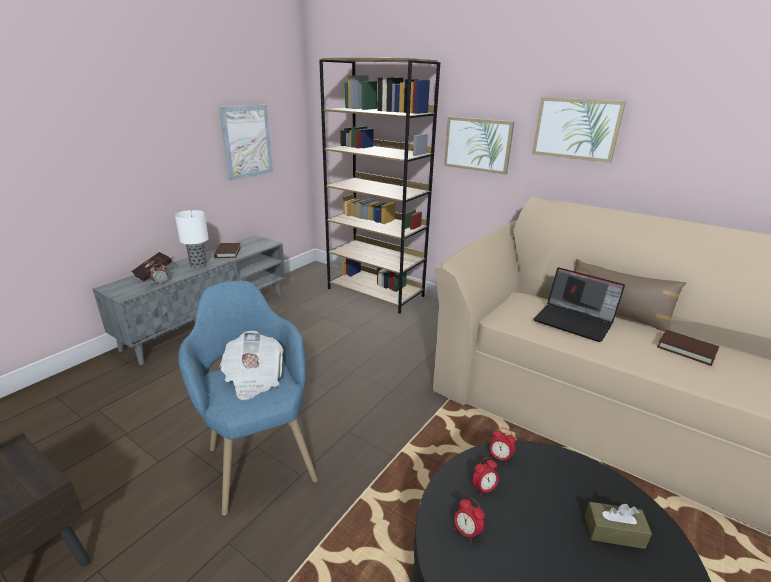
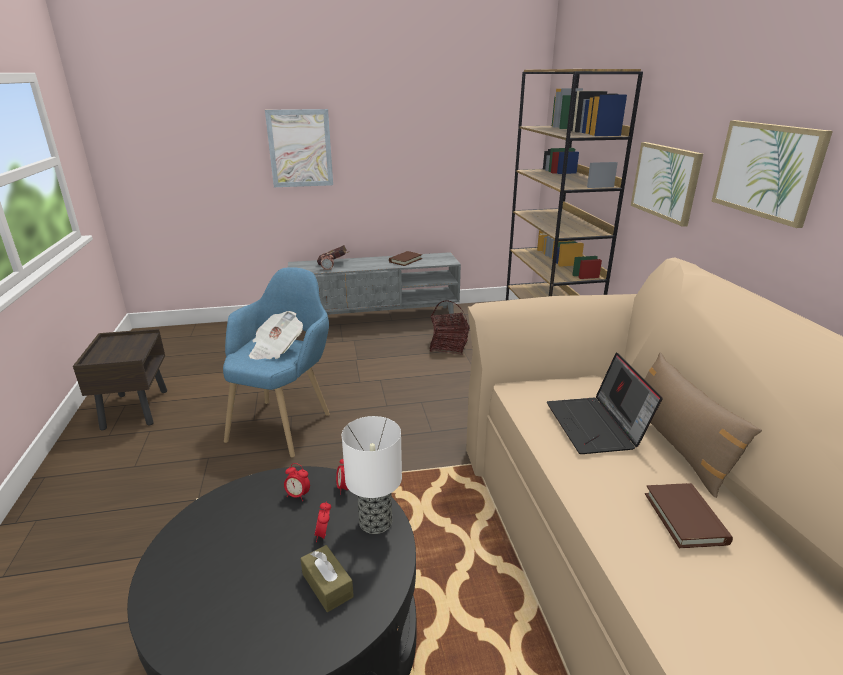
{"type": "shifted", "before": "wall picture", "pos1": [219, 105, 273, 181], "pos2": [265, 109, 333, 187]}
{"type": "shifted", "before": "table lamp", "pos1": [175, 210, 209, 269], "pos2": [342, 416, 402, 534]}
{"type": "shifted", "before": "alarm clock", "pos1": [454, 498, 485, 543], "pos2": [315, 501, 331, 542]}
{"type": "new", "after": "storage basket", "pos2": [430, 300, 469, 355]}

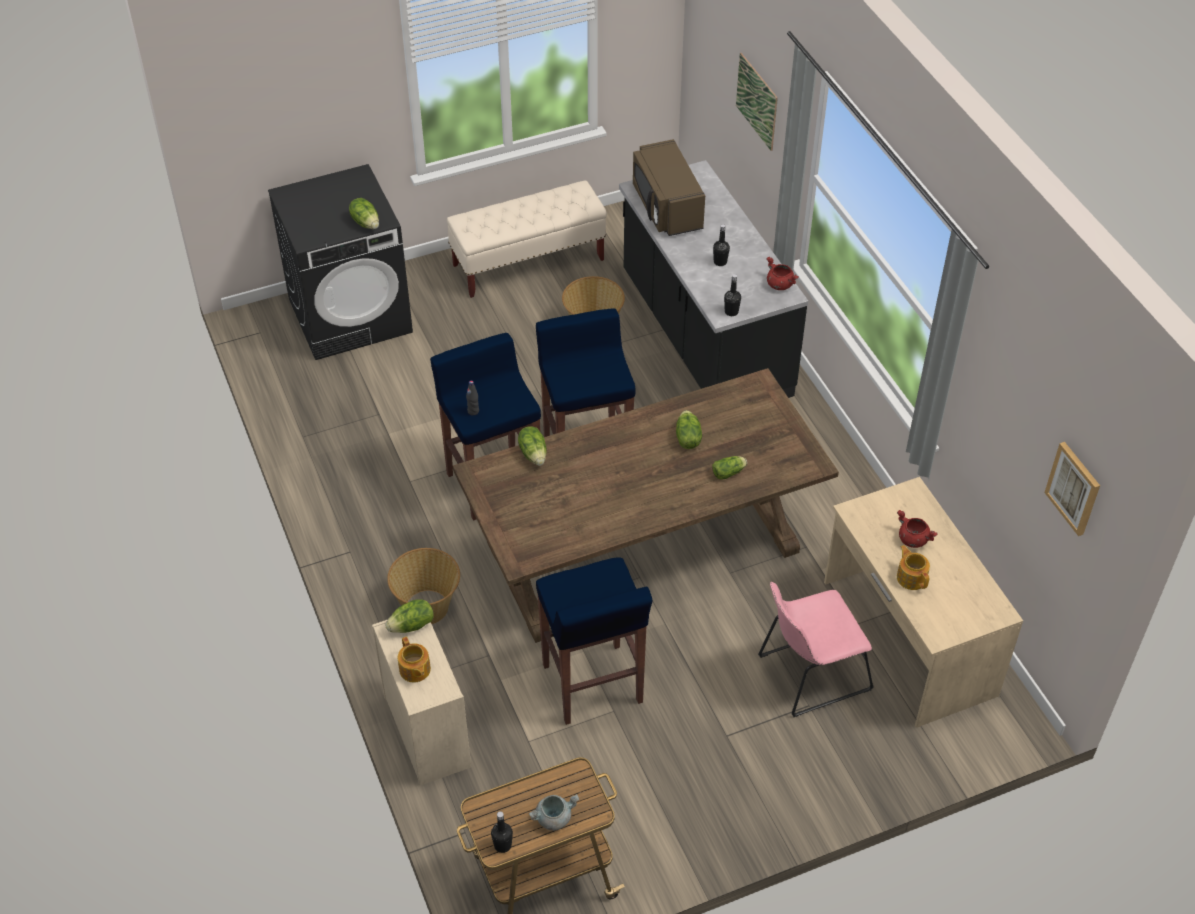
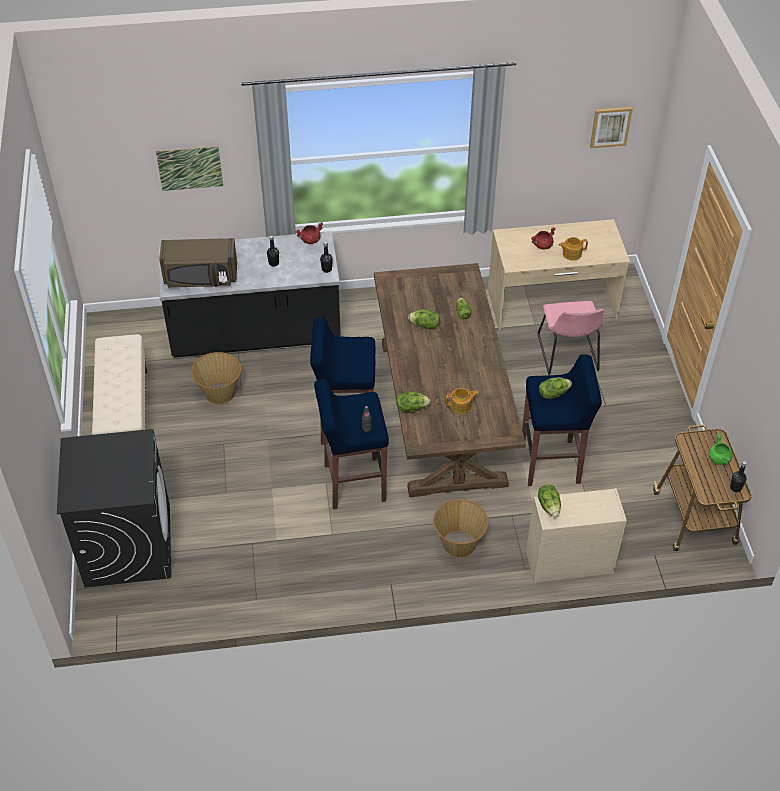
{"type": "shifted", "before": "head of lettuce", "pos1": [349, 198, 379, 229], "pos2": [539, 377, 572, 399]}
{"type": "shifted", "before": "teapot", "pos1": [398, 636, 431, 682], "pos2": [445, 388, 479, 414]}
{"type": "repainted", "before": "greyish cooking pot", "after": "green-coloured cooking pot", "pos1": [529, 794, 579, 831], "pos2": [708, 434, 732, 465]}

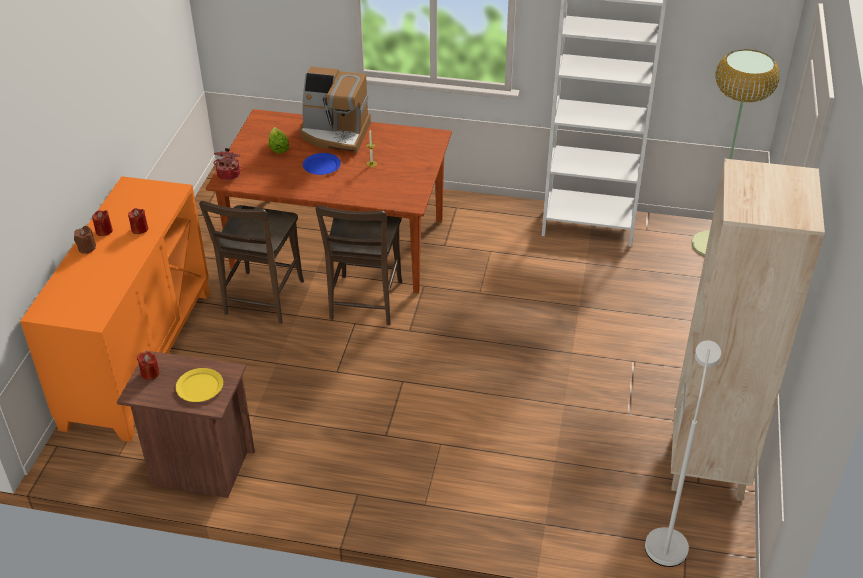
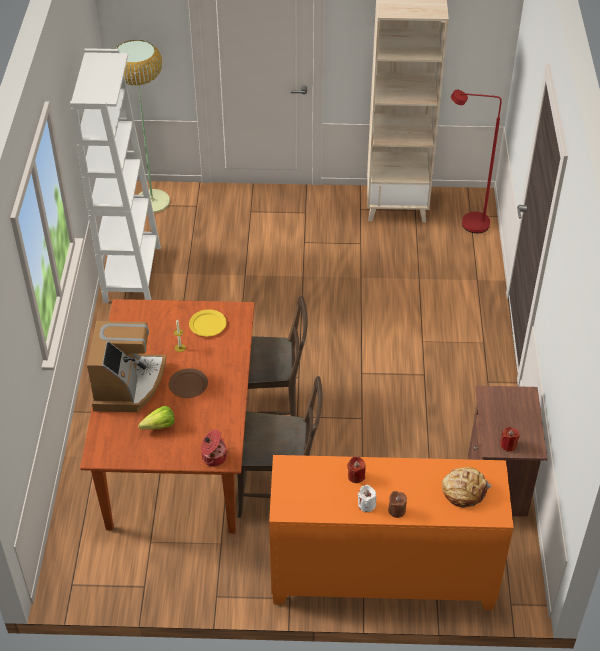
{"type": "repainted", "before": "bluish dinner plate", "after": "brown-coloured dinner plate", "pos1": [303, 153, 341, 175], "pos2": [169, 368, 208, 398]}
{"type": "repainted", "before": "reddish candle", "after": "white-coloured candle", "pos1": [92, 210, 113, 236], "pos2": [358, 485, 377, 512]}
{"type": "repainted", "before": "white-coloured standing lamp", "after": "reddish standing lamp", "pos1": [645, 340, 721, 567], "pos2": [451, 90, 502, 233]}
{"type": "shifted", "before": "yellow-coloured dinner plate", "pos1": [176, 368, 223, 402], "pos2": [189, 309, 227, 337]}
{"type": "new", "after": "baked bread", "pos2": [442, 467, 492, 508]}

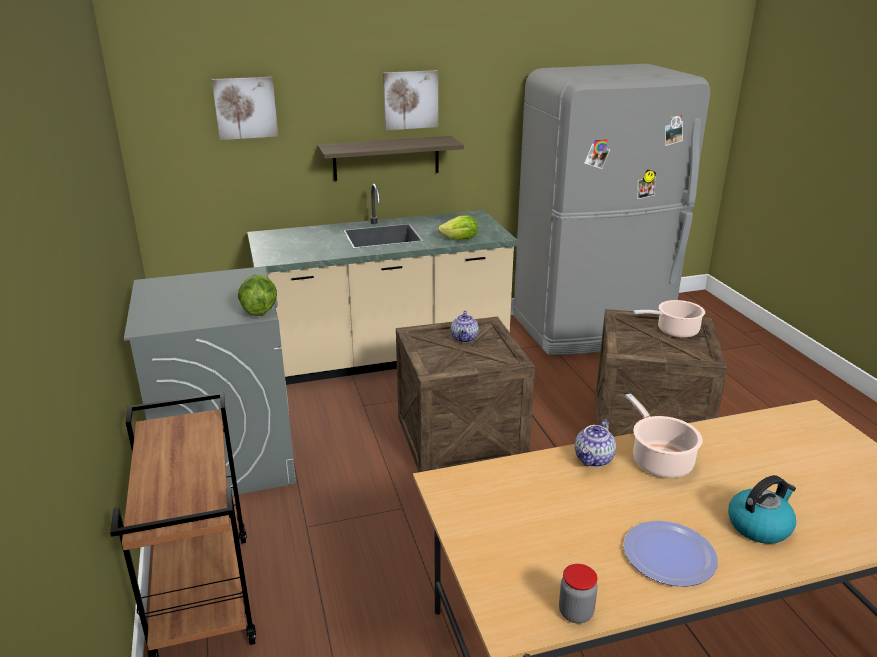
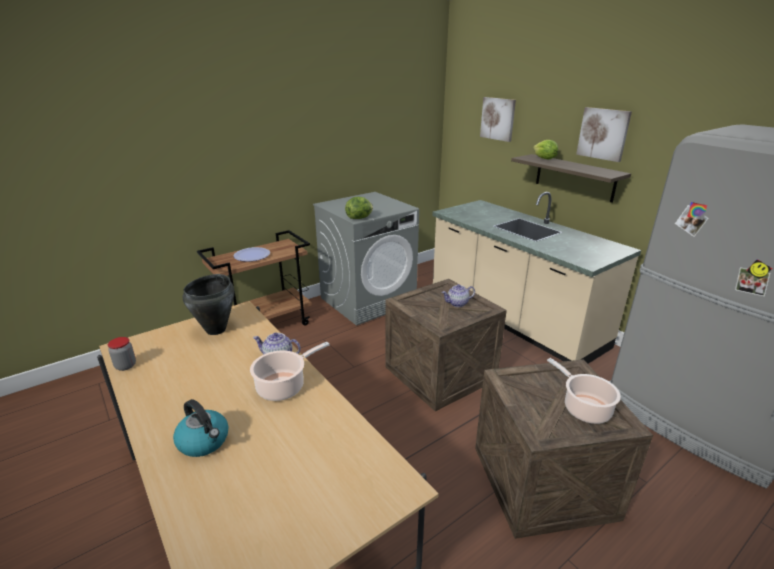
{"type": "shifted", "before": "head of lettuce", "pos1": [438, 215, 478, 240], "pos2": [533, 140, 558, 159]}
{"type": "shifted", "before": "dinner plate", "pos1": [623, 521, 718, 587], "pos2": [234, 247, 270, 262]}
{"type": "new", "after": "black cooking pot", "pos2": [183, 274, 235, 335]}

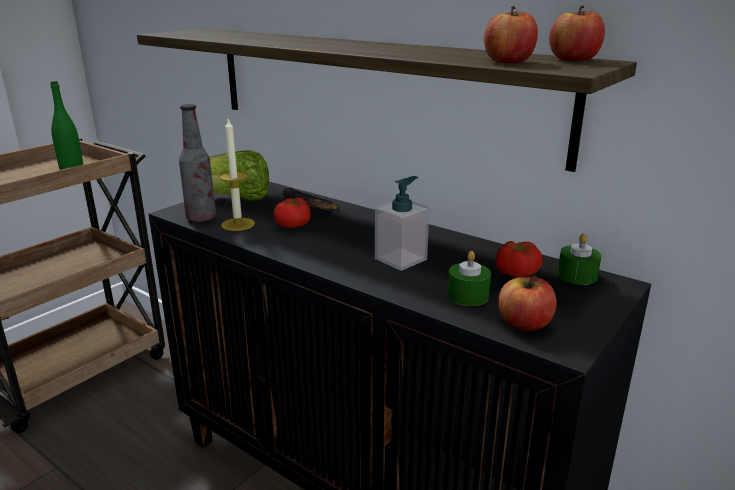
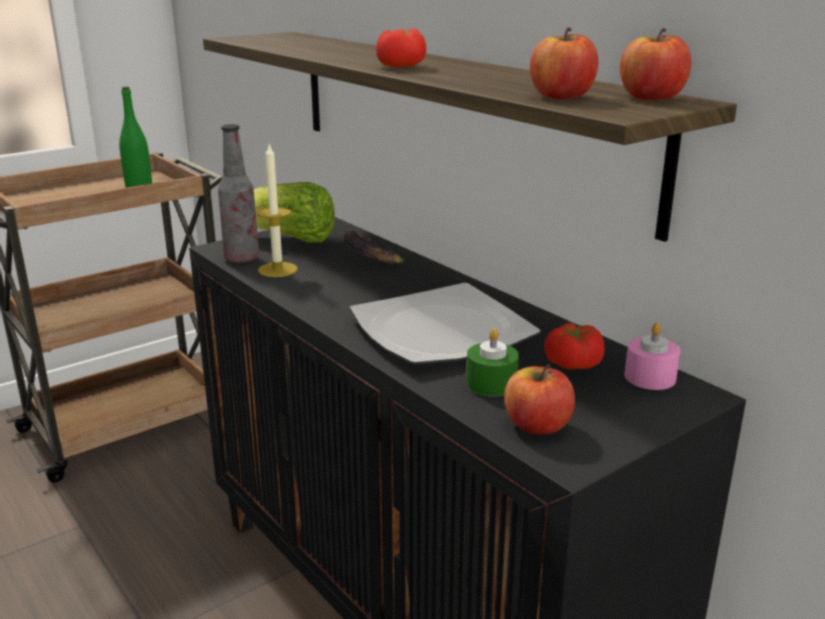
{"type": "swapped", "before": "soap dispenser", "after": "dinner plate", "pos1": [375, 176, 429, 271], "pos2": [350, 283, 541, 365]}
{"type": "shifted", "before": "tomato", "pos1": [274, 197, 310, 229], "pos2": [376, 28, 426, 68]}
{"type": "repainted", "before": "green-coloured candle", "after": "pink candle", "pos1": [557, 233, 601, 285], "pos2": [624, 322, 680, 390]}

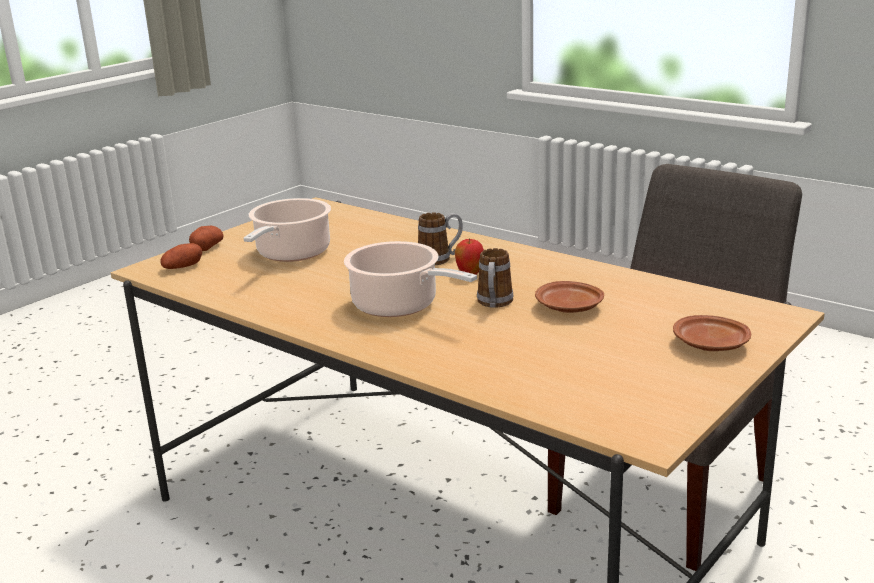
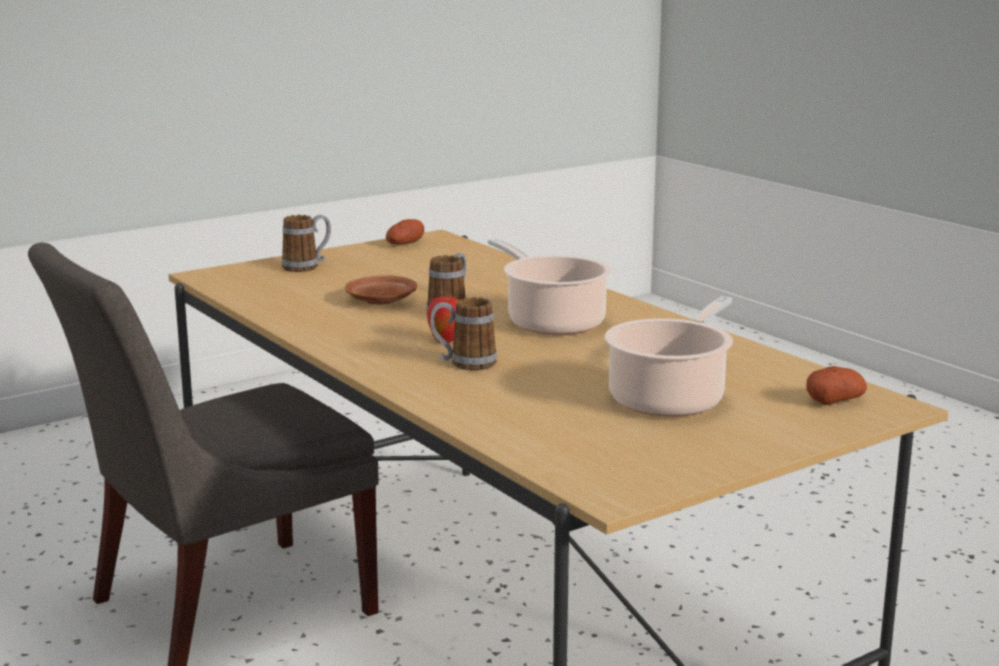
{"type": "shifted", "before": "potato", "pos1": [189, 226, 224, 251], "pos2": [386, 219, 424, 245]}
{"type": "swapped", "before": "brown-coloured dinner plate", "after": "mug", "pos1": [673, 315, 751, 351], "pos2": [282, 215, 331, 272]}

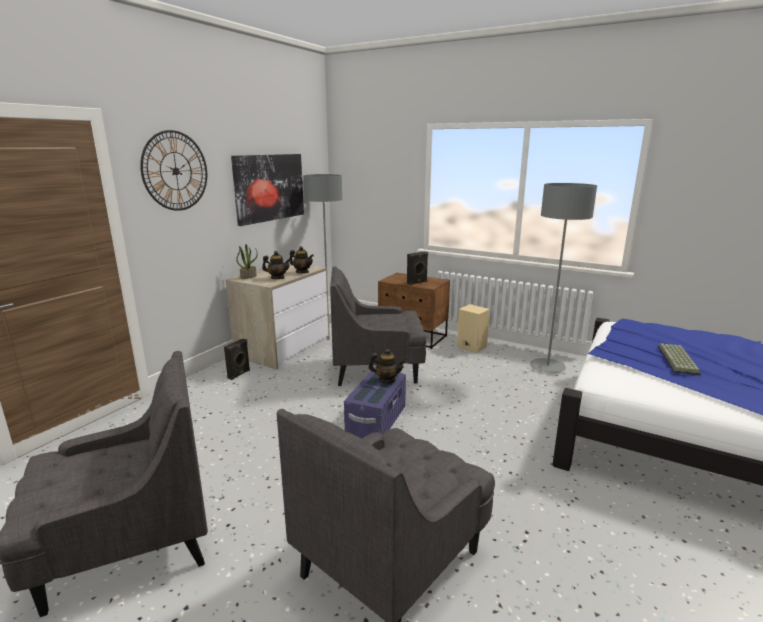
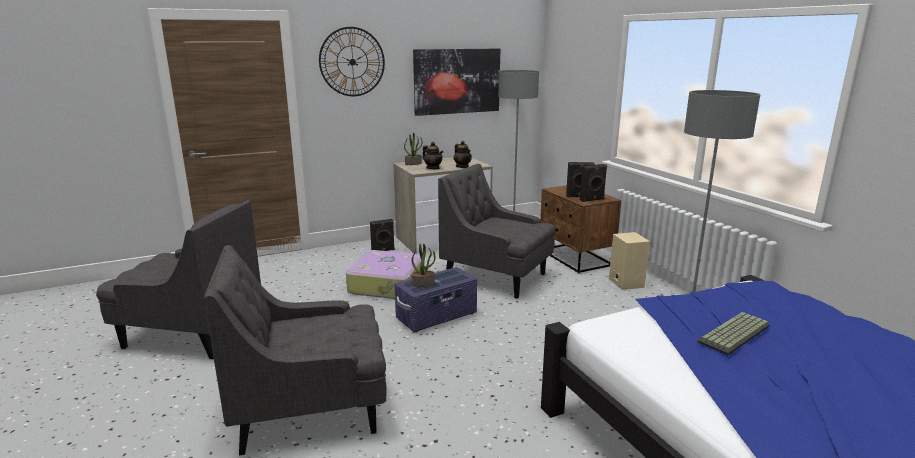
{"type": "gone", "before": "teapot", "pos1": [368, 349, 406, 384]}
{"type": "new", "after": "black loudspeaker", "pos2": [580, 164, 607, 202]}
{"type": "new", "after": "potted plant", "pos2": [412, 243, 436, 287]}
{"type": "new", "after": "piece of luggage", "pos2": [346, 250, 425, 299]}

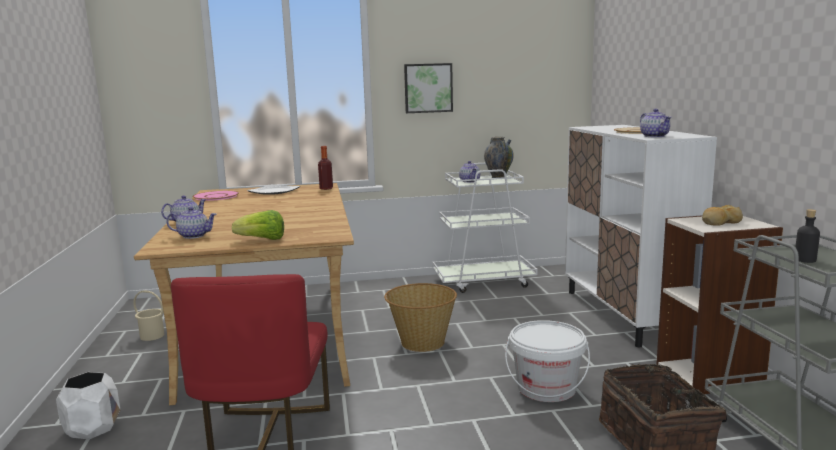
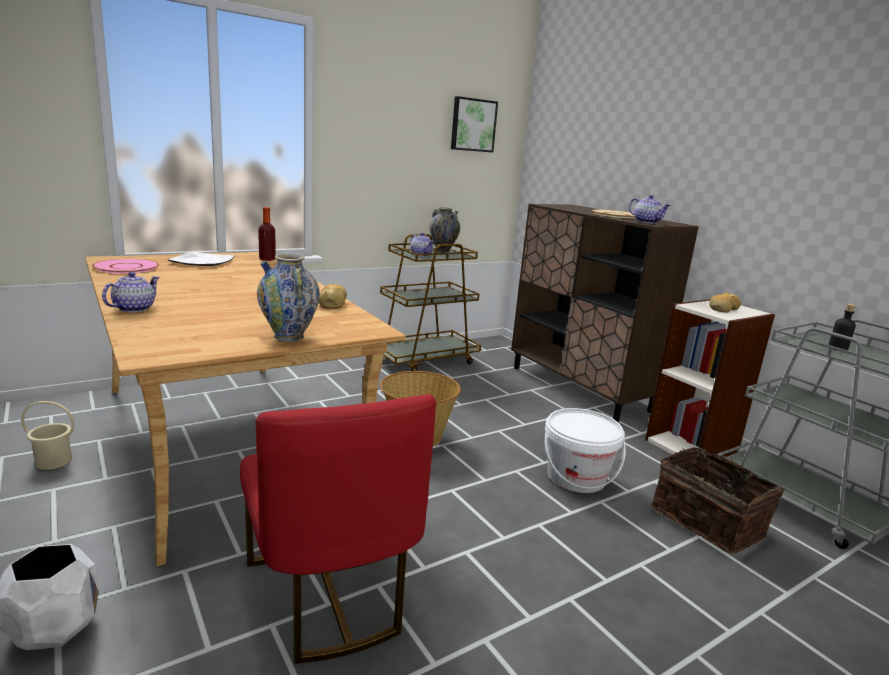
{"type": "shifted", "before": "wall picture", "pos1": [404, 63, 453, 113], "pos2": [451, 96, 498, 153]}
{"type": "repainted", "before": "white-coloured cabinet", "after": "brown-coloured cabinet", "pos1": [565, 125, 717, 347], "pos2": [511, 204, 699, 422]}
{"type": "repainted", "before": "white-coloured wheeled cart", "after": "brown-coloured wheeled cart", "pos1": [433, 163, 537, 293], "pos2": [380, 234, 481, 371]}
{"type": "gone", "before": "teapot", "pos1": [166, 207, 217, 239]}
{"type": "swapped", "before": "head of lettuce", "after": "decorative vase", "pos1": [232, 210, 284, 240], "pos2": [257, 254, 320, 342]}
{"type": "new", "after": "baked bread", "pos2": [319, 284, 347, 309]}

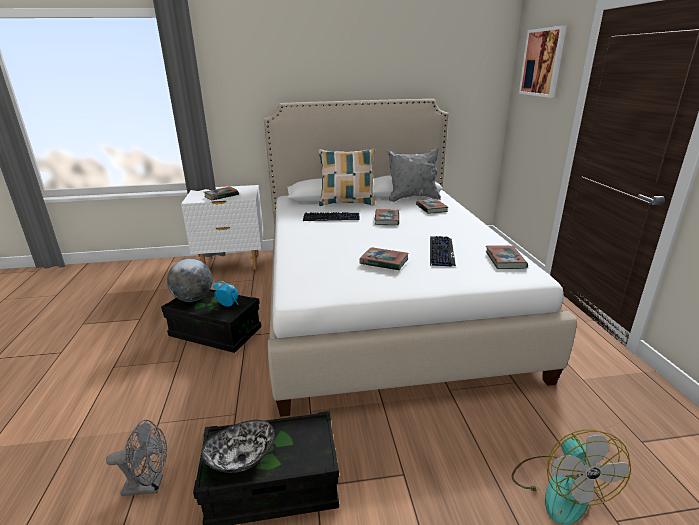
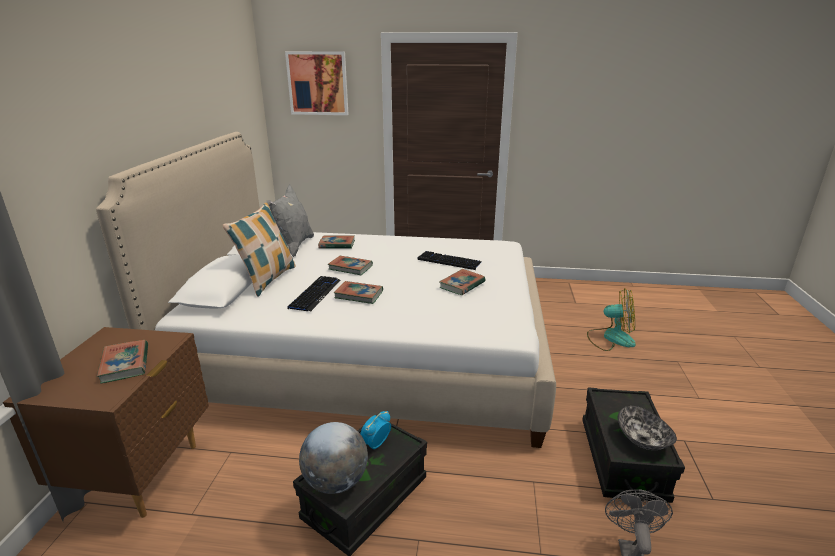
{"type": "repainted", "before": "white-coloured nightstand", "after": "brown-coloured nightstand", "pos1": [181, 185, 263, 270], "pos2": [3, 327, 209, 518]}
{"type": "shifted", "before": "volume", "pos1": [486, 245, 528, 269], "pos2": [334, 281, 383, 304]}

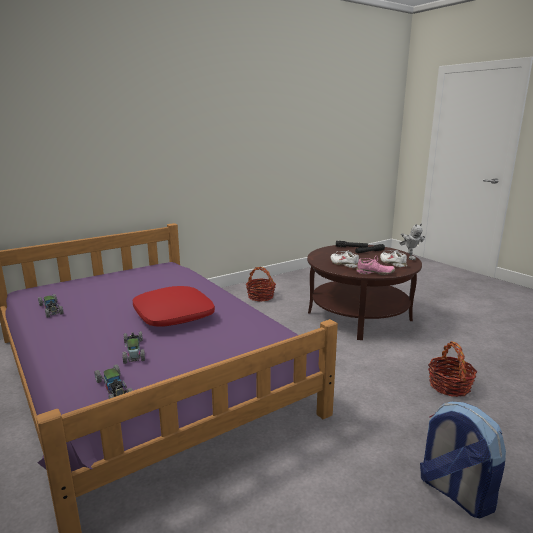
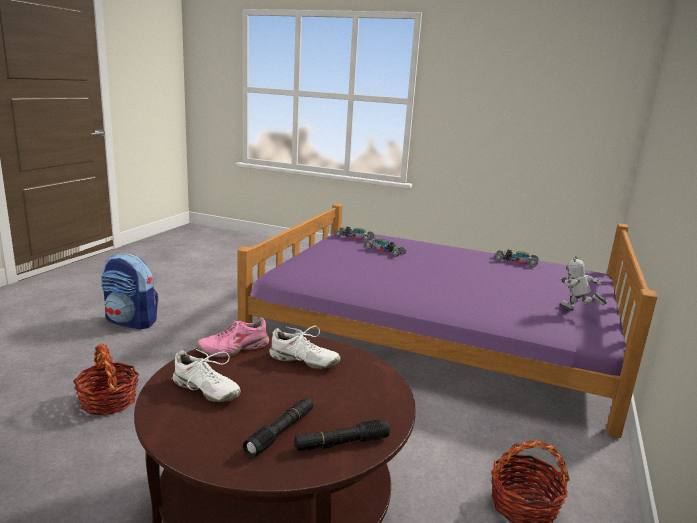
{"type": "shifted", "before": "model robot", "pos1": [400, 224, 425, 260], "pos2": [559, 255, 608, 311]}
{"type": "gone", "before": "reddish cushion", "pos1": [133, 286, 215, 327]}

